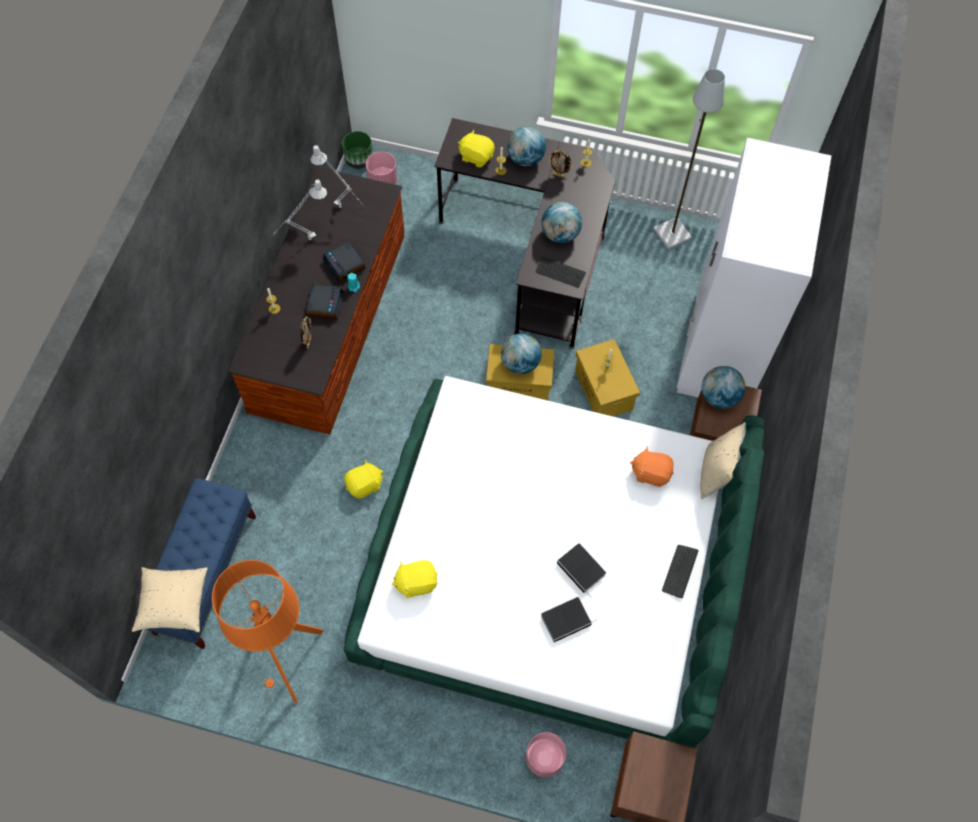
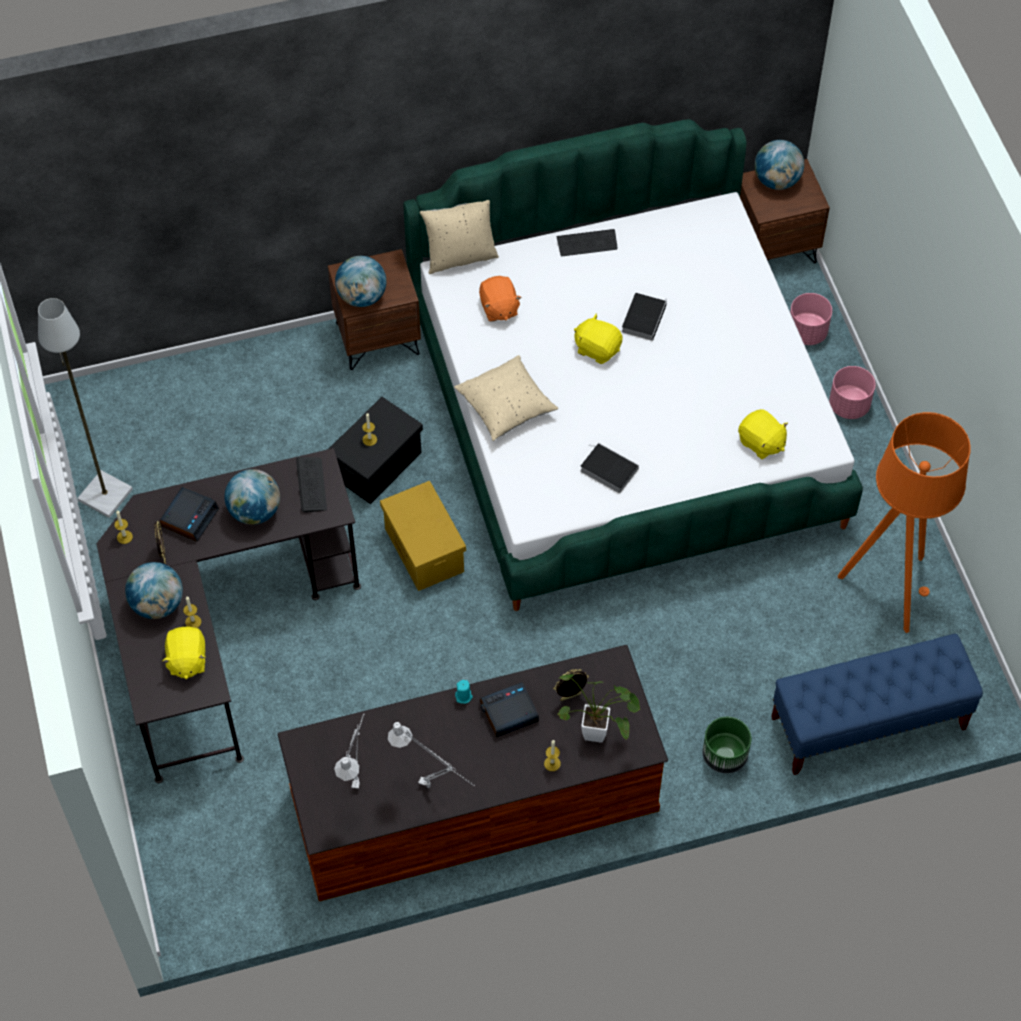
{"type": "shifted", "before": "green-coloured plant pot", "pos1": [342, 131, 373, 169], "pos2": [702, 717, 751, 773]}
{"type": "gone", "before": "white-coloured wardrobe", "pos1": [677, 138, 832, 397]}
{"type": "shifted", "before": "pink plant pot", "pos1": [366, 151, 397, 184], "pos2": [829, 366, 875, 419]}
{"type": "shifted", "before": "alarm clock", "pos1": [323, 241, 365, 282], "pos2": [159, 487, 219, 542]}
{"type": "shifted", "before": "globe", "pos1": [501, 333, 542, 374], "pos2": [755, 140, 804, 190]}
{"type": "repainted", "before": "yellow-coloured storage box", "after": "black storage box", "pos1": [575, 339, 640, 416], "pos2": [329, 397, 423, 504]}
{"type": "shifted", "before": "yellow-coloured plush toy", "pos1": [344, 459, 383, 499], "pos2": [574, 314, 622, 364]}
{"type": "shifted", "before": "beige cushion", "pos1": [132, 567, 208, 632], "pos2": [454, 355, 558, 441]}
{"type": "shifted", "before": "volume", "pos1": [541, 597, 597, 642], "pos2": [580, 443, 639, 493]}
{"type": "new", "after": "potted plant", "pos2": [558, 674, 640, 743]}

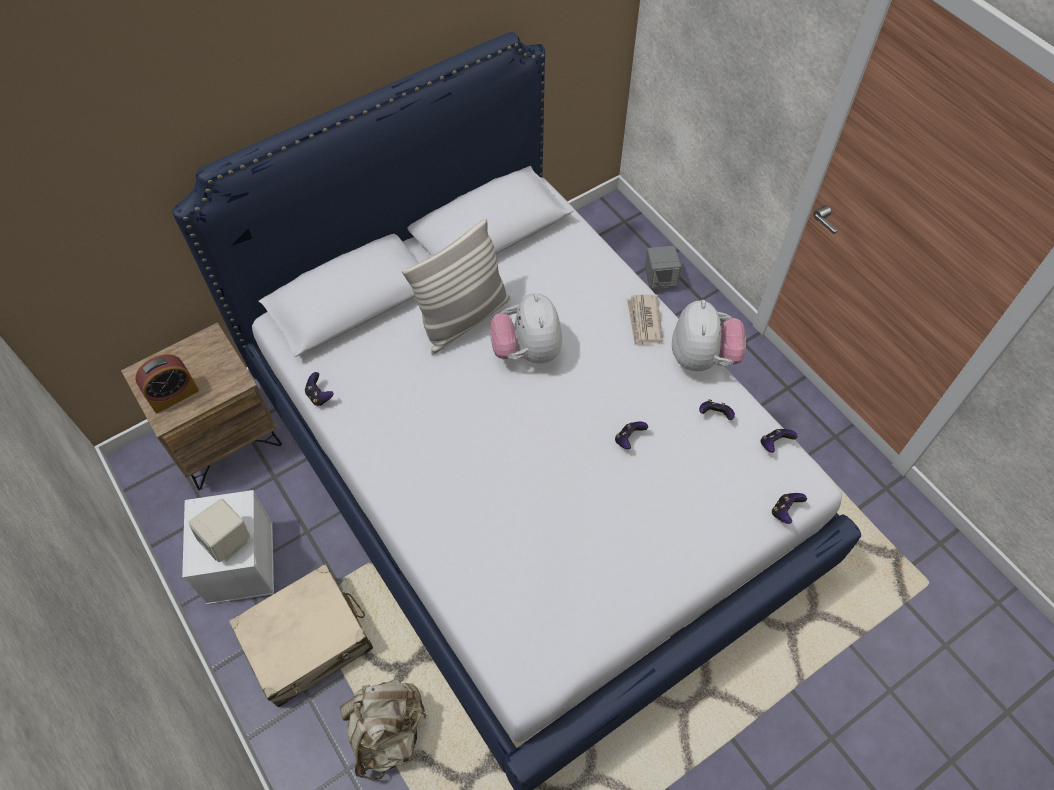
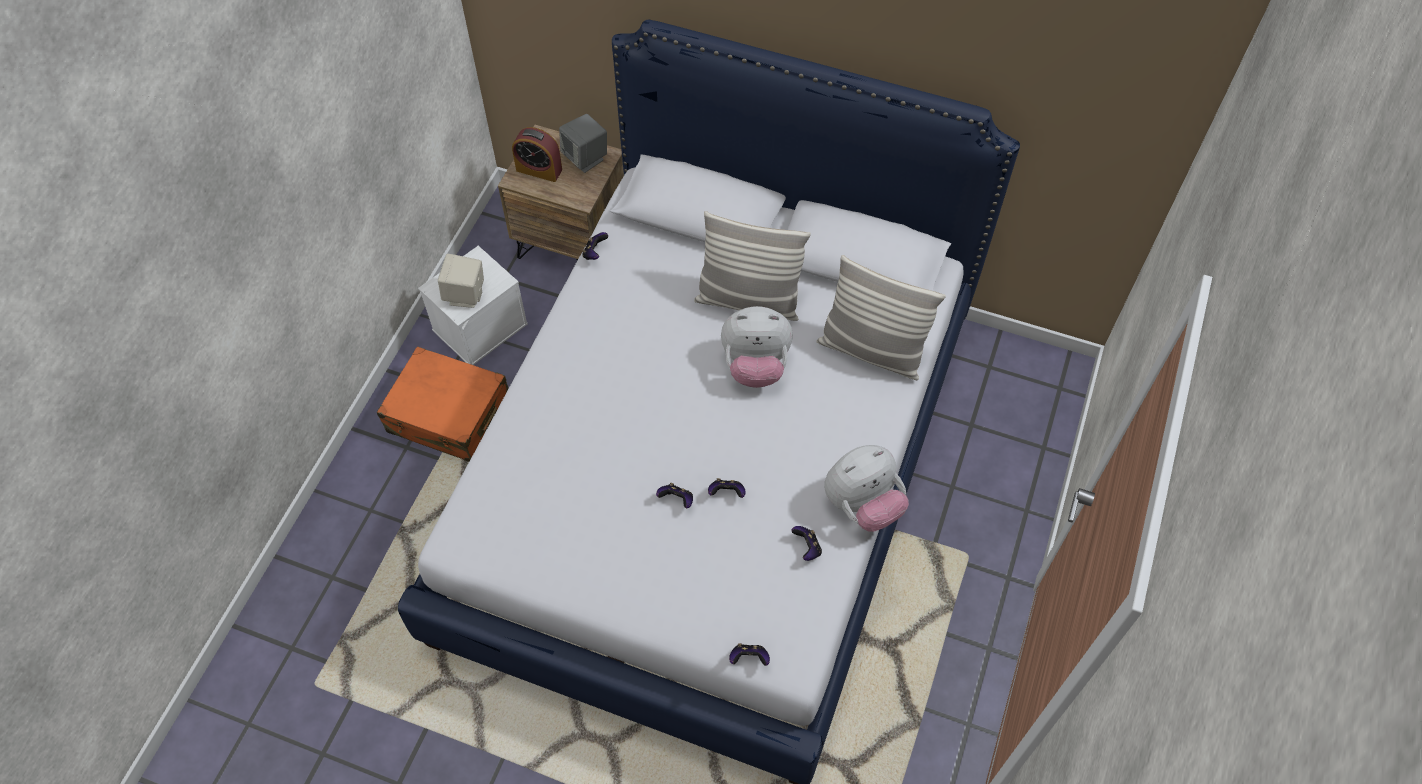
{"type": "shifted", "before": "greyish loudspeaker", "pos1": [645, 246, 682, 290], "pos2": [559, 114, 607, 173]}
{"type": "rotated", "before": "plush toy", "pos1": [490, 293, 562, 363], "pos2": [721, 306, 793, 388], "turn": -135}
{"type": "gone", "before": "daily paper", "pos1": [627, 294, 663, 346]}
{"type": "shifted", "before": "gamepad", "pos1": [761, 429, 798, 453], "pos2": [656, 483, 693, 508]}
{"type": "repainted", "before": "beige piece of luggage", "after": "orange-coloured piece of luggage", "pos1": [229, 564, 373, 707], "pos2": [377, 346, 509, 462]}
{"type": "gone", "before": "beige rucksack", "pos1": [340, 679, 427, 781]}
{"type": "new", "after": "cushion", "pos2": [816, 255, 946, 380]}

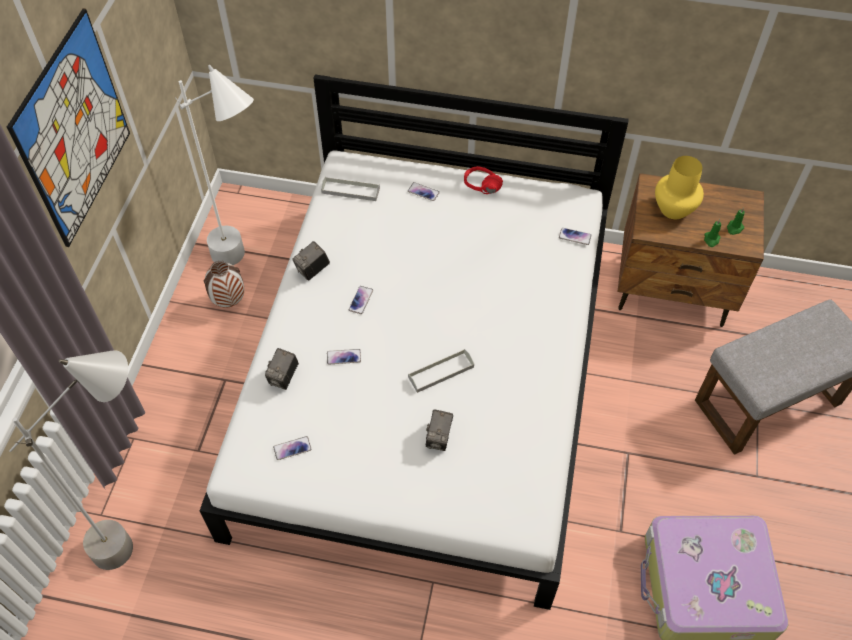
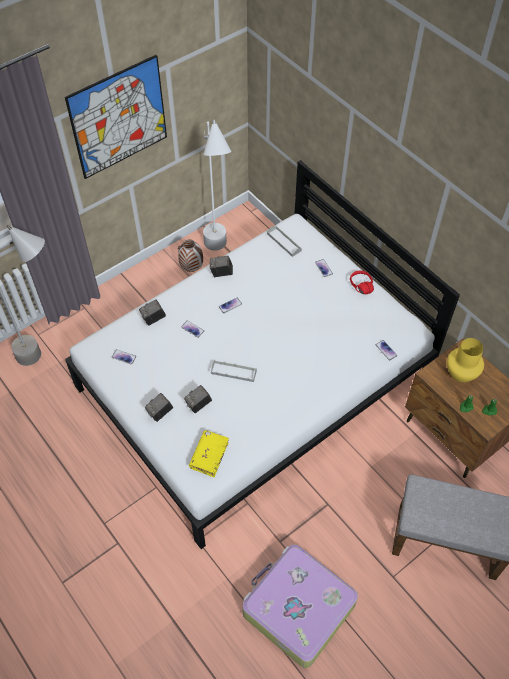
{"type": "new", "after": "still camera", "pos2": [145, 393, 173, 422]}
{"type": "new", "after": "yellow-coloured volume", "pos2": [189, 430, 229, 477]}

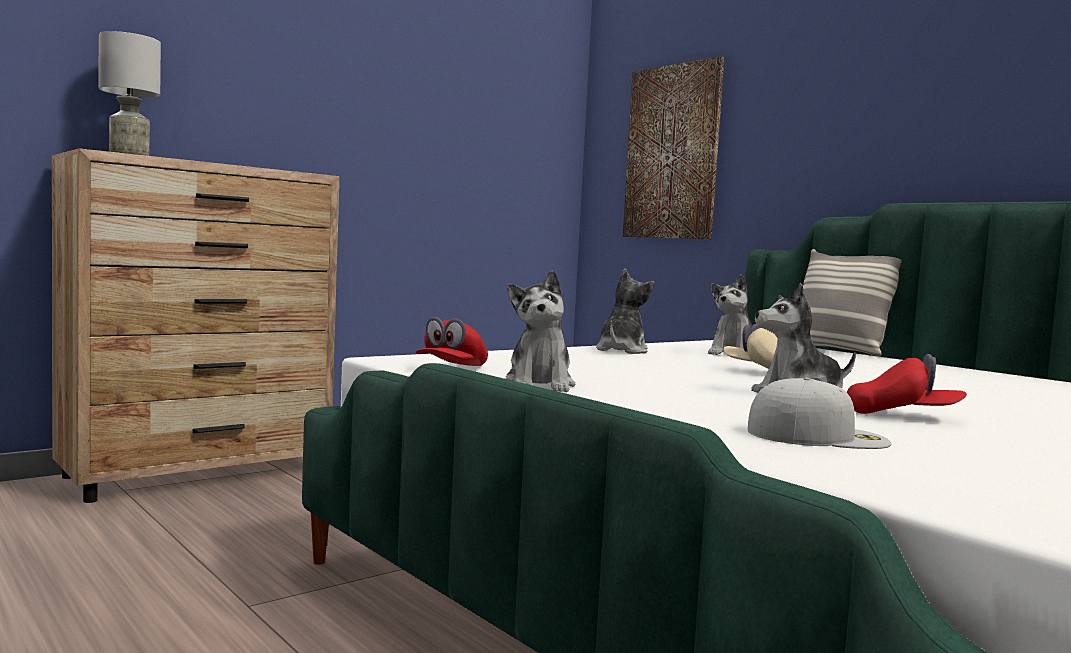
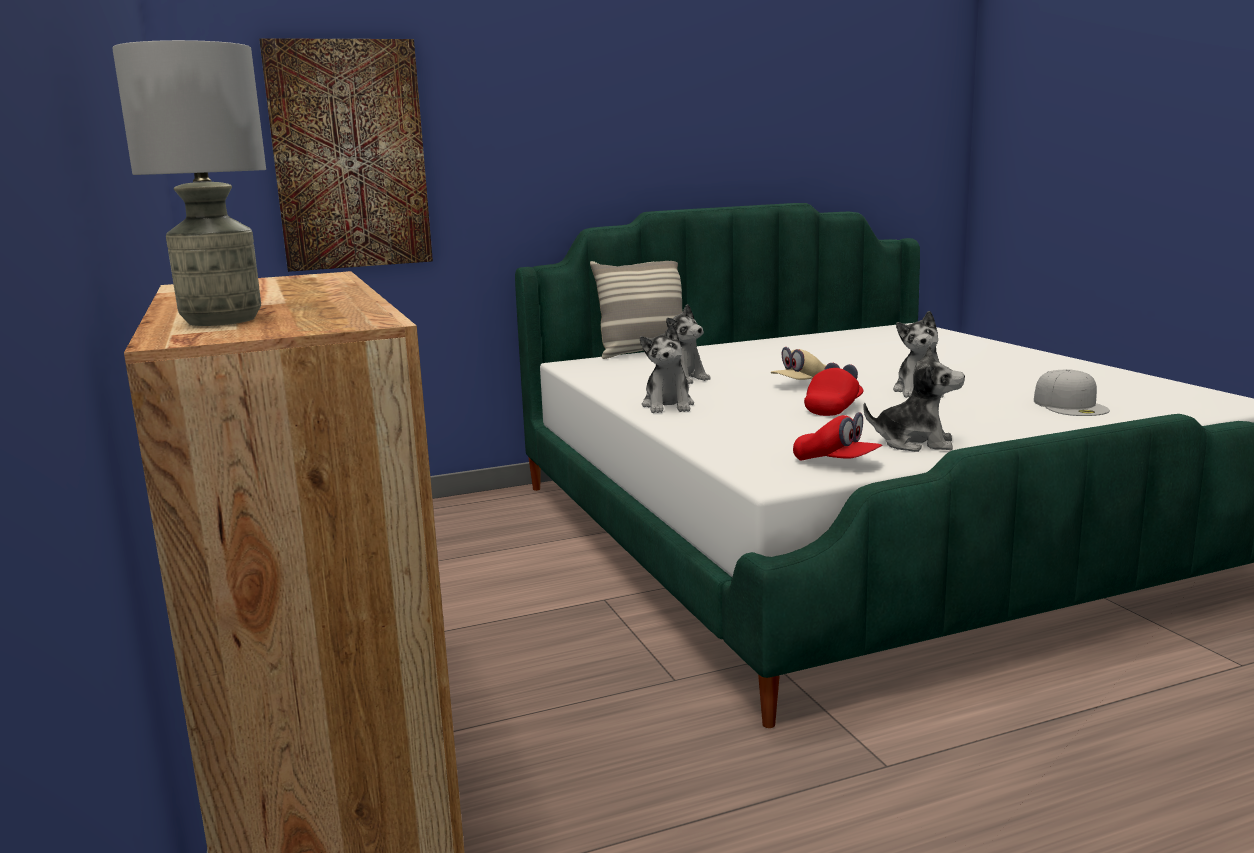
{"type": "rotated", "before": "plush toy", "pos1": [596, 269, 654, 354], "pos2": [640, 324, 694, 413], "turn": -135}
{"type": "shifted", "before": "reddish baseball cap", "pos1": [847, 354, 967, 414], "pos2": [804, 363, 864, 416]}
{"type": "rotated", "before": "white-coloured baseball cap", "pos1": [748, 378, 892, 449], "pos2": [1034, 369, 1110, 416], "turn": 150}

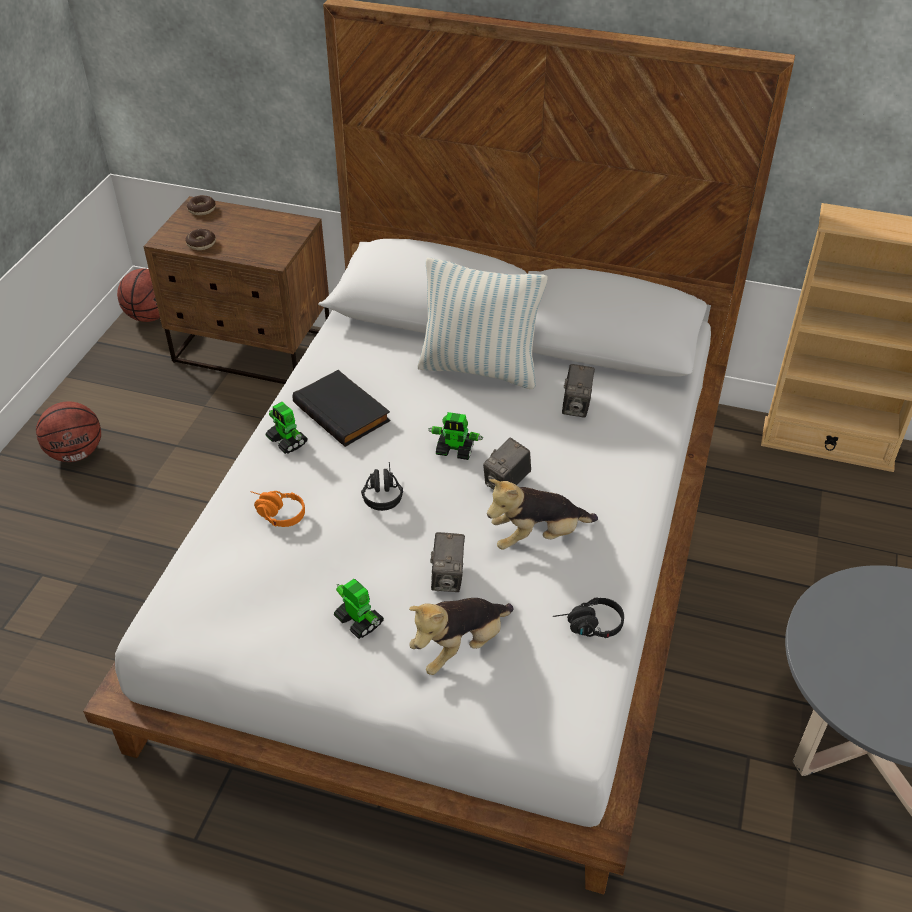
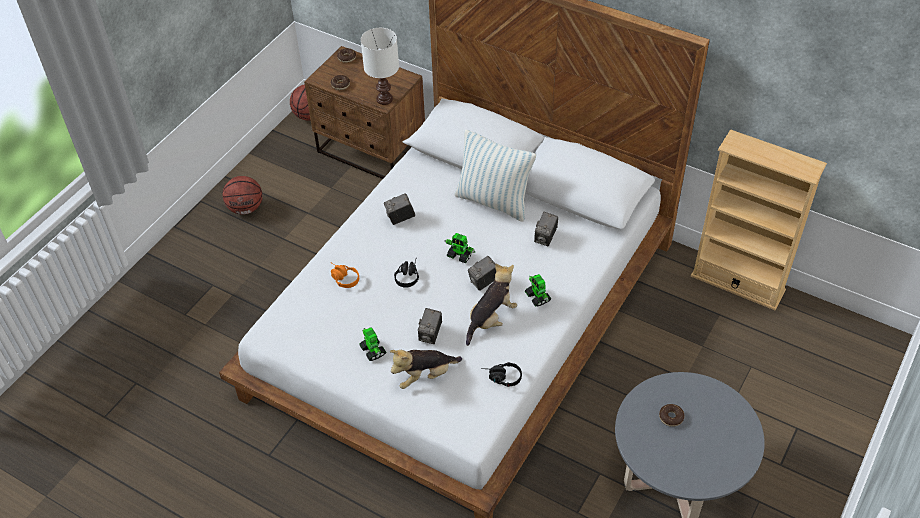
{"type": "swapped", "before": "black volume", "after": "still camera", "pos1": [292, 370, 391, 447], "pos2": [384, 193, 415, 225]}
{"type": "shifted", "before": "model robot", "pos1": [266, 402, 308, 454], "pos2": [525, 274, 551, 307]}
{"type": "rotated", "before": "plush toy", "pos1": [487, 479, 598, 549], "pos2": [466, 263, 517, 346], "turn": 135}
{"type": "new", "after": "white-coloured table lamp", "pos2": [361, 28, 399, 105]}
{"type": "new", "after": "ring doughnut", "pos2": [659, 404, 684, 427]}

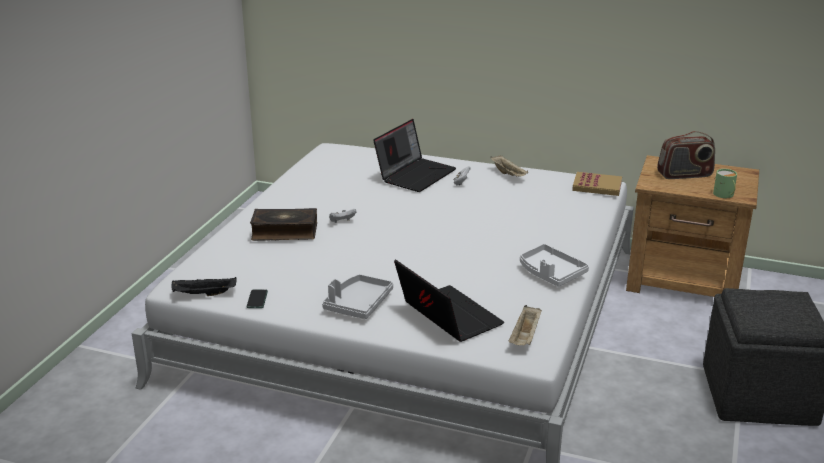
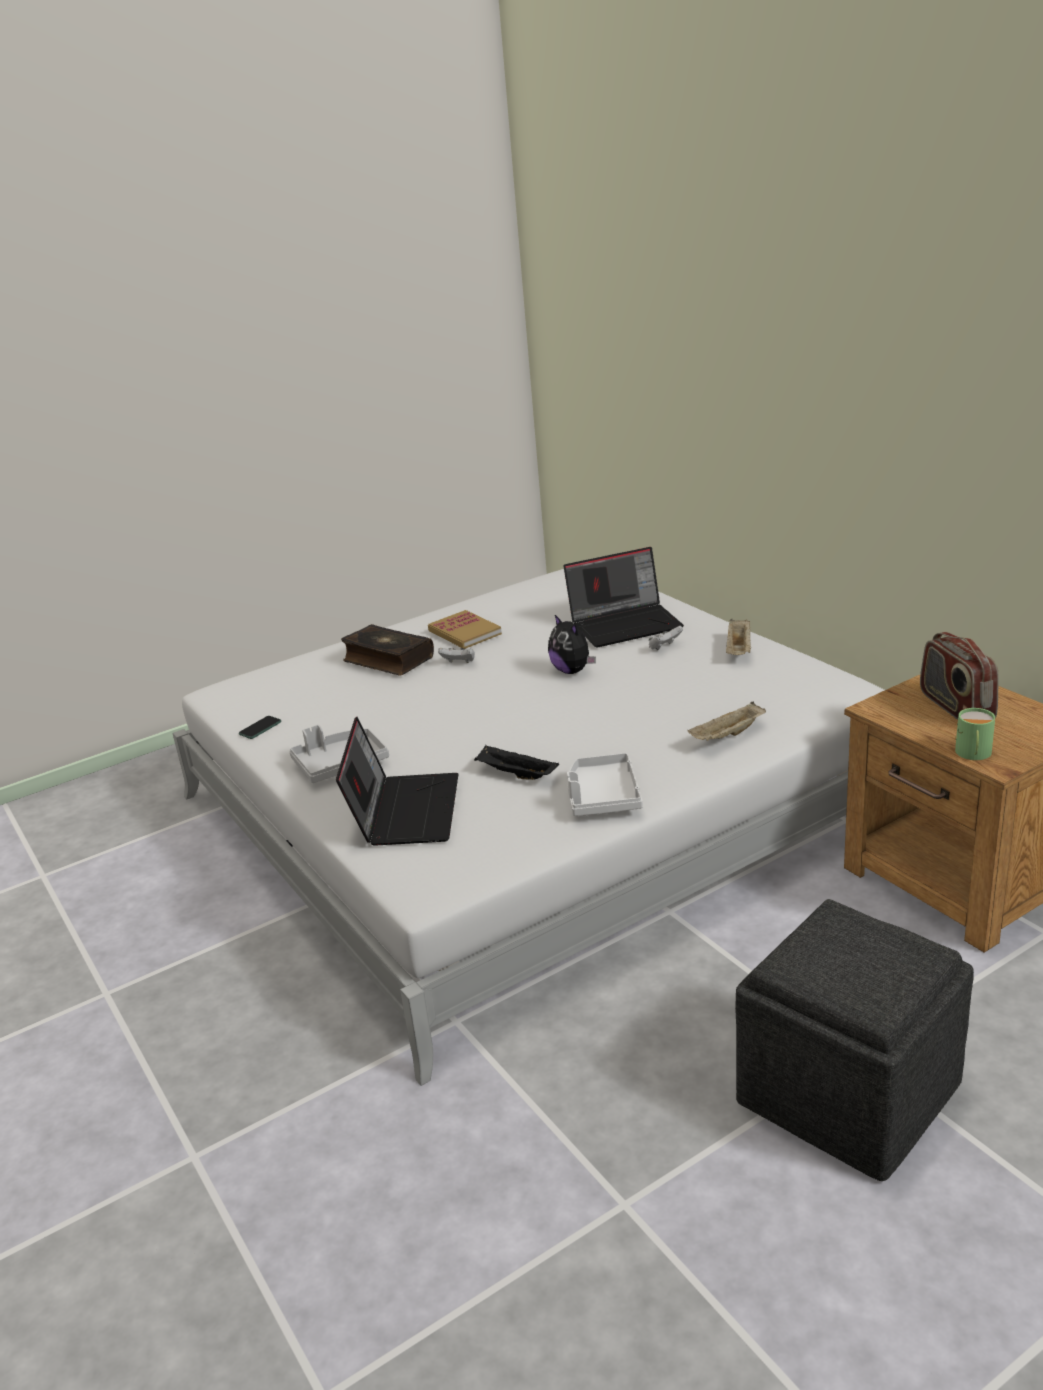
{"type": "rotated", "before": "radio", "pos1": [657, 131, 715, 179], "pos2": [920, 632, 999, 720], "turn": 45}
{"type": "shifted", "before": "volume", "pos1": [572, 172, 622, 196], "pos2": [428, 610, 502, 649]}
{"type": "shifted", "before": "black serving tray", "pos1": [171, 277, 237, 296], "pos2": [474, 745, 559, 780]}
{"type": "shifted", "before": "beige serving tray", "pos1": [509, 305, 542, 345], "pos2": [687, 702, 766, 741]}
{"type": "new", "after": "plush toy", "pos2": [548, 615, 596, 674]}

